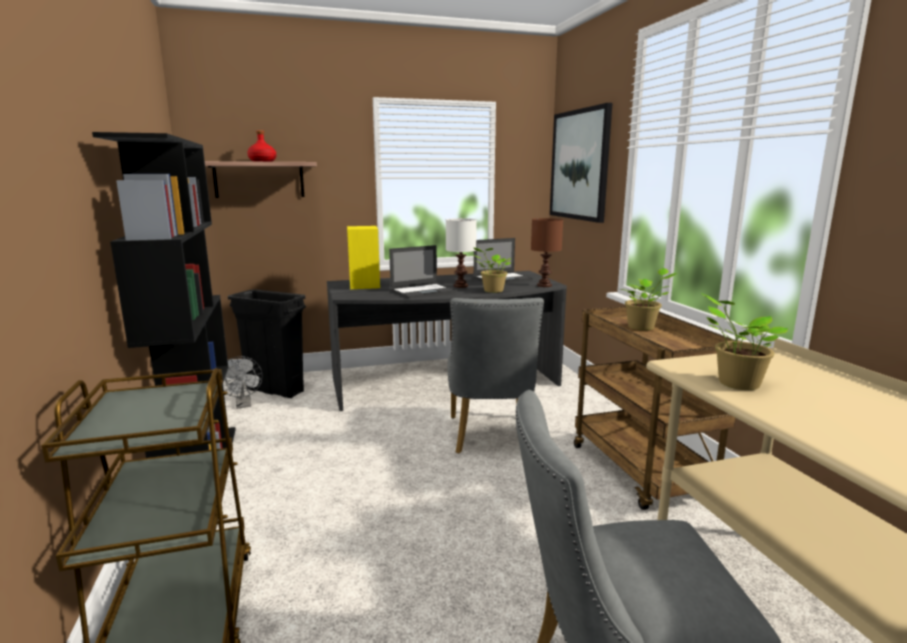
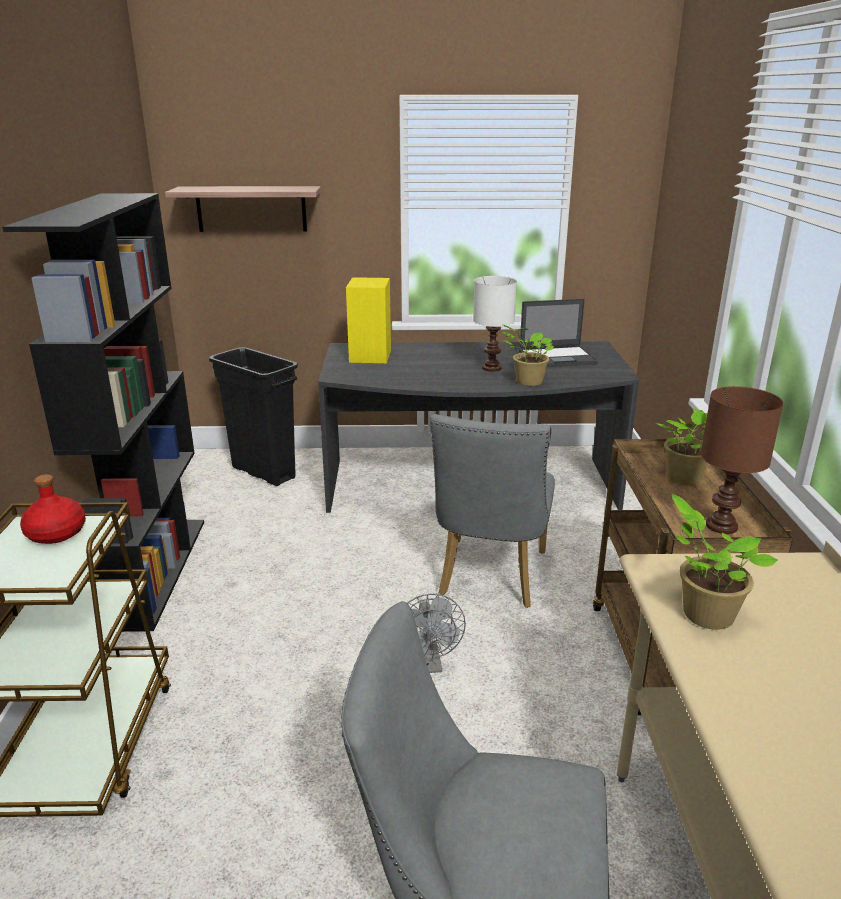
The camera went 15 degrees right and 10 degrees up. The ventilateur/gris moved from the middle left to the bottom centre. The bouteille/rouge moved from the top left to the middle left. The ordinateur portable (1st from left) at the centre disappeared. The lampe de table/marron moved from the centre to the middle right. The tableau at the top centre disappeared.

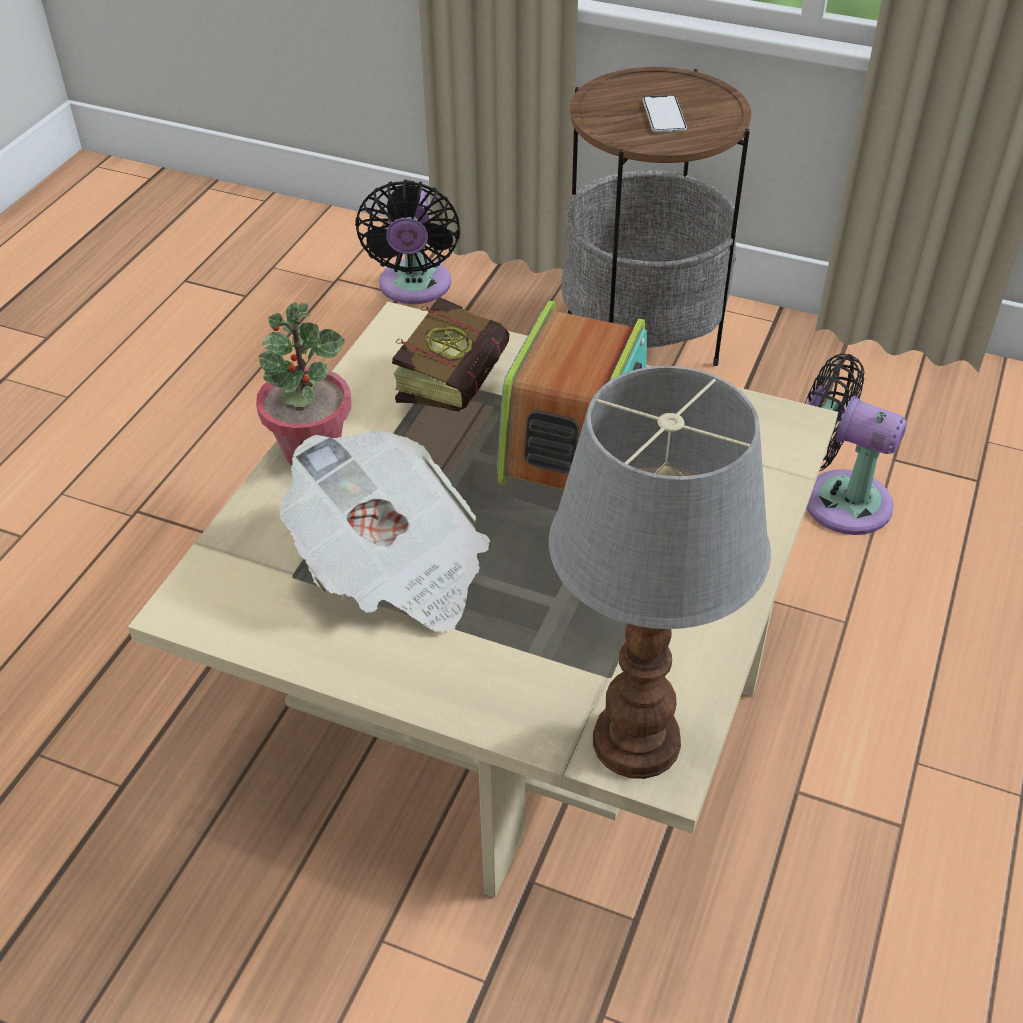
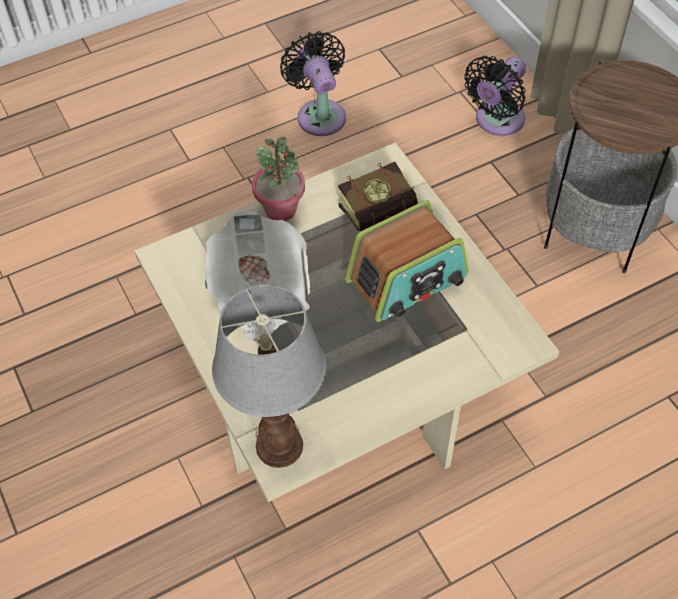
The camera went 40 degrees right and 10 degrees up. The téléphone at the top centre disappeared. The ventilateur/noir (2nd from left in the first image) moved from the middle right to the top centre.

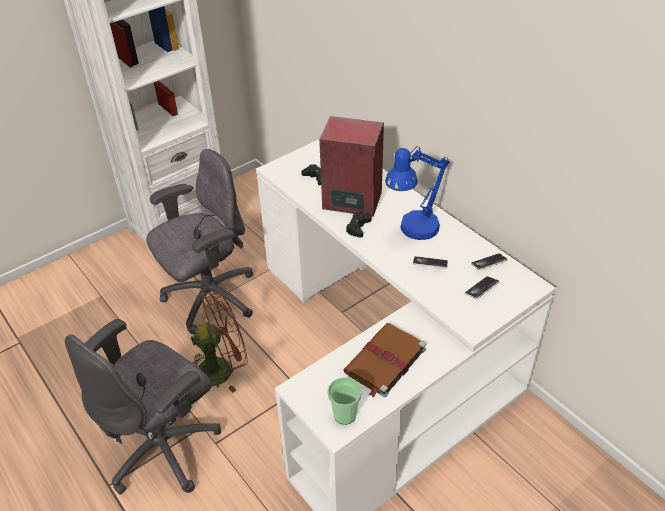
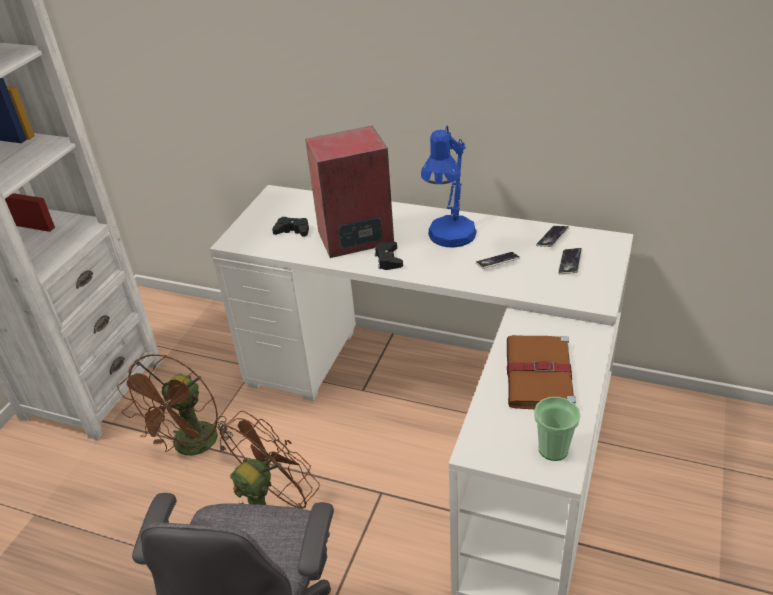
The camera went 30 degrees left and 5 degrees down. The chaise de bureau/gris (2nd from left) at the middle left was replaced by the ventilateur/marron (1st from left) at the bottom left.

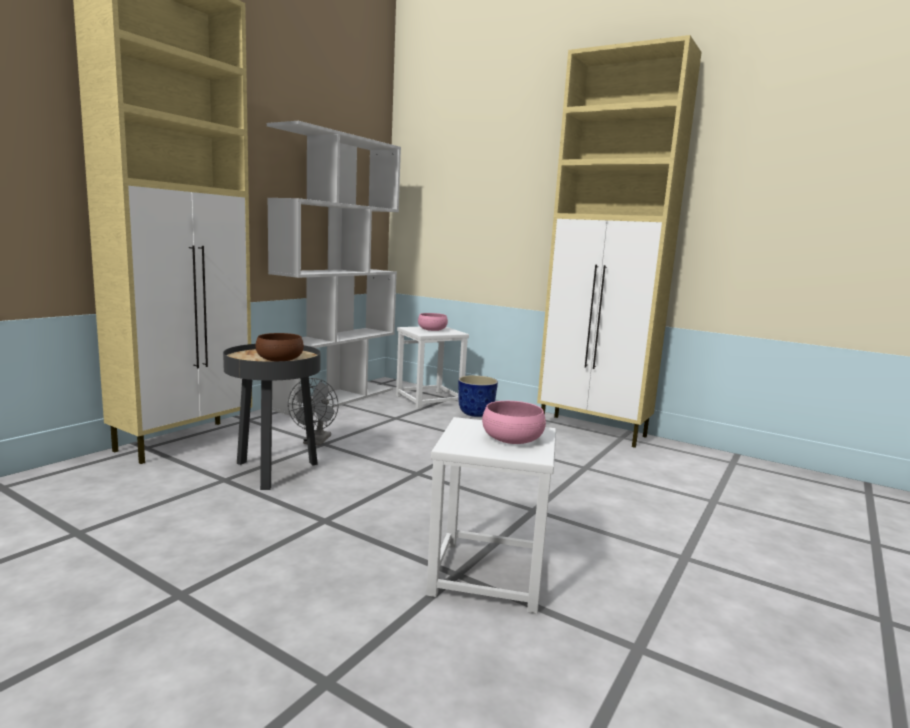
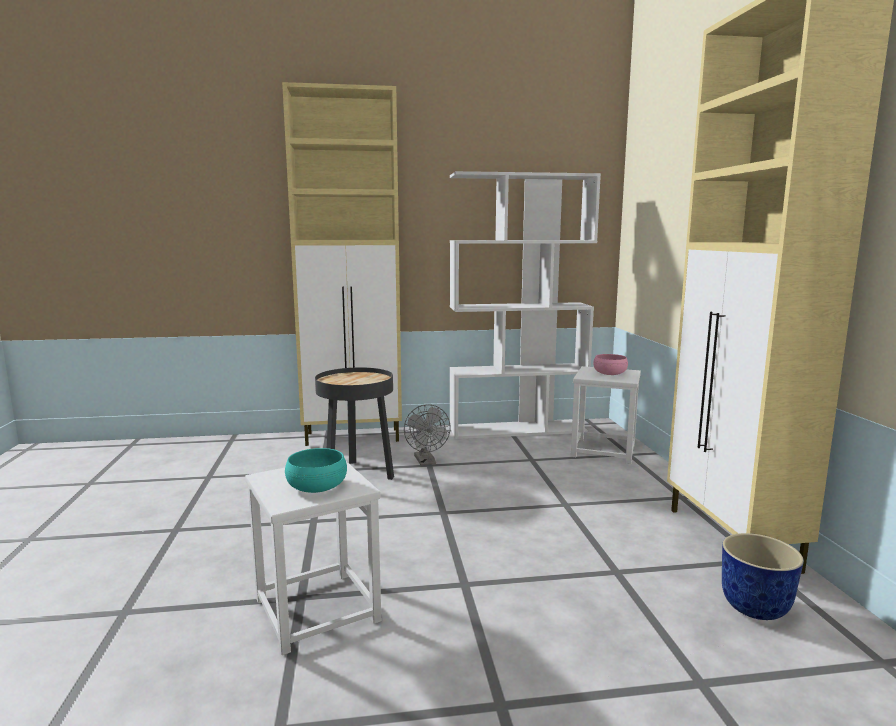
The camera went 50 degrees right and 0 degrees up. The bol/marron at the middle left disappeared. The ventilateur/gris at the centre turned 75 degrees counterclockwise. The cache-pot moved from the centre to the bottom right. The bol/rose (2nd from left) at the centre became the bol/turquoise at the centre.

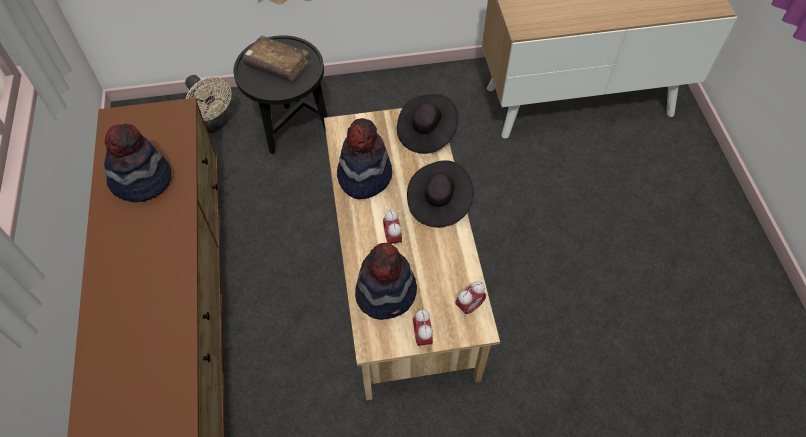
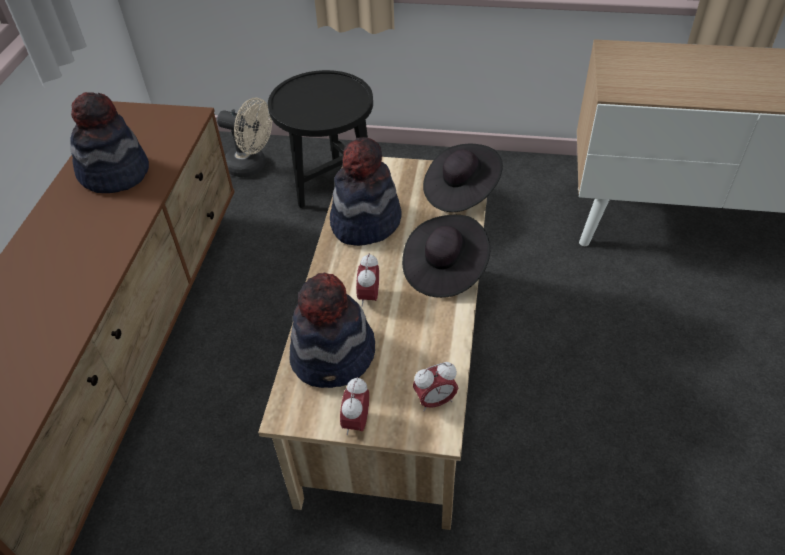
The camera went 20 degrees right and 10 degrees down. The ventilateur/beige at the top left turned 45 degrees counterclockwise. The livre/marron at the top centre disappeared.

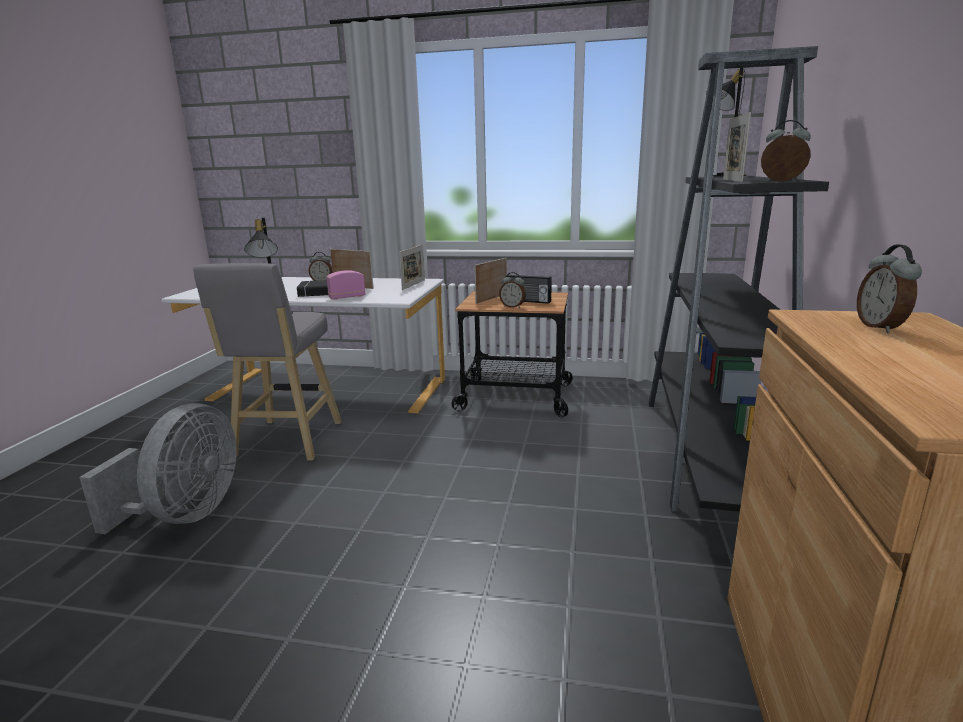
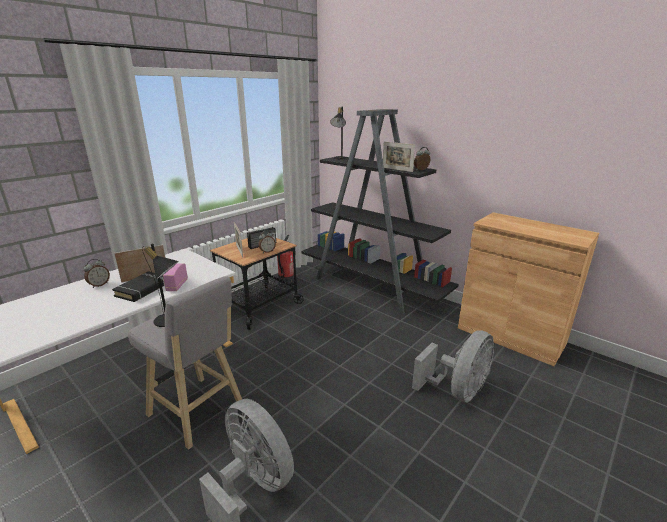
The camera went 60 degrees left and 5 degrees up. The cadre photo (2nd from left) at the centre disappeared. The réveil (4th from left) at the middle right disappeared. The extincteur at the centre appeared. The ventilateur/gris (2nd from left) at the bottom right appeared.

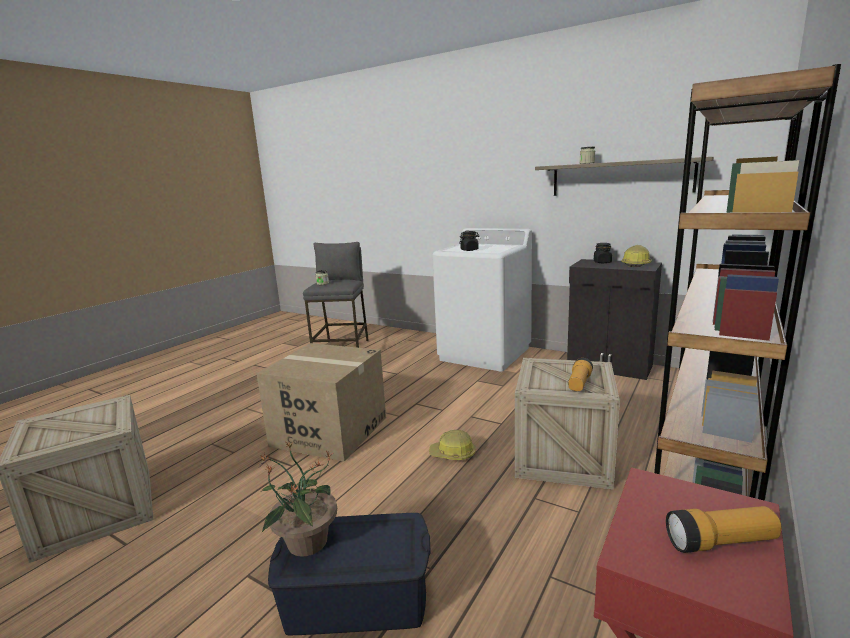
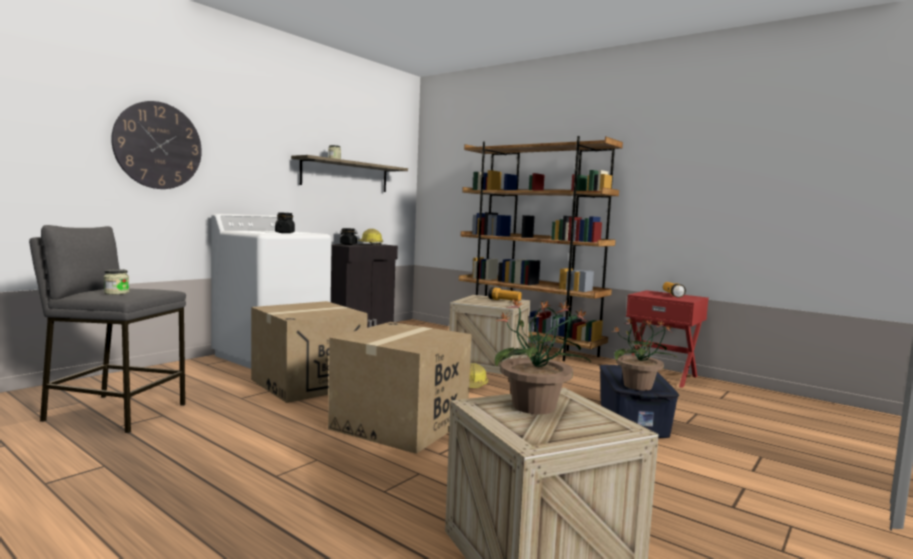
The camera went 85 degrees left and 10 degrees down. The horloge murale at the top left appeared. The carton (1st from left) at the centre appeared. The plante en pot (1st from left) at the centre appeared.

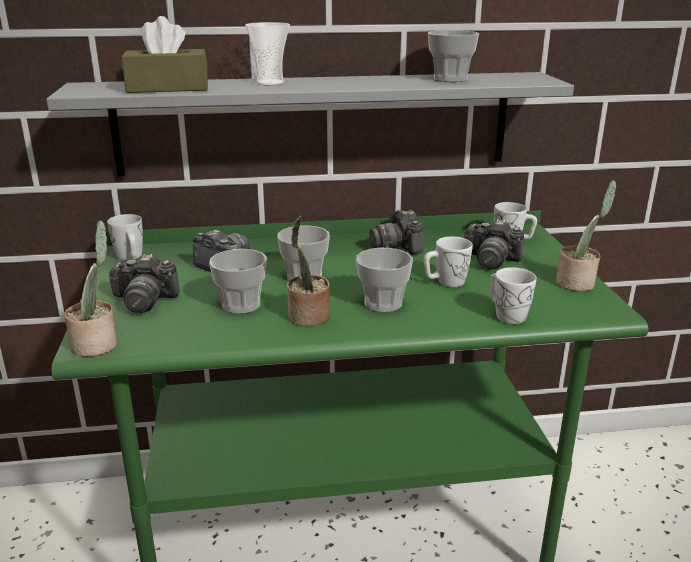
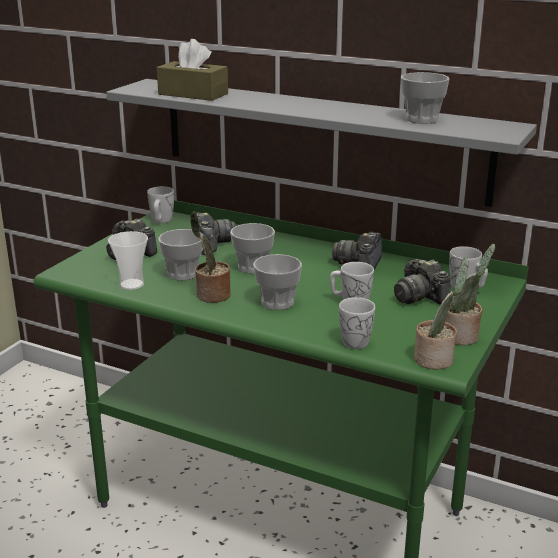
The camera went 35 degrees right and 0 degrees up. The plante en pot (1st from left in the first image) moved from the middle left to the middle right. The tasse (2nd from left in the first image) moved from the top centre to the middle left.

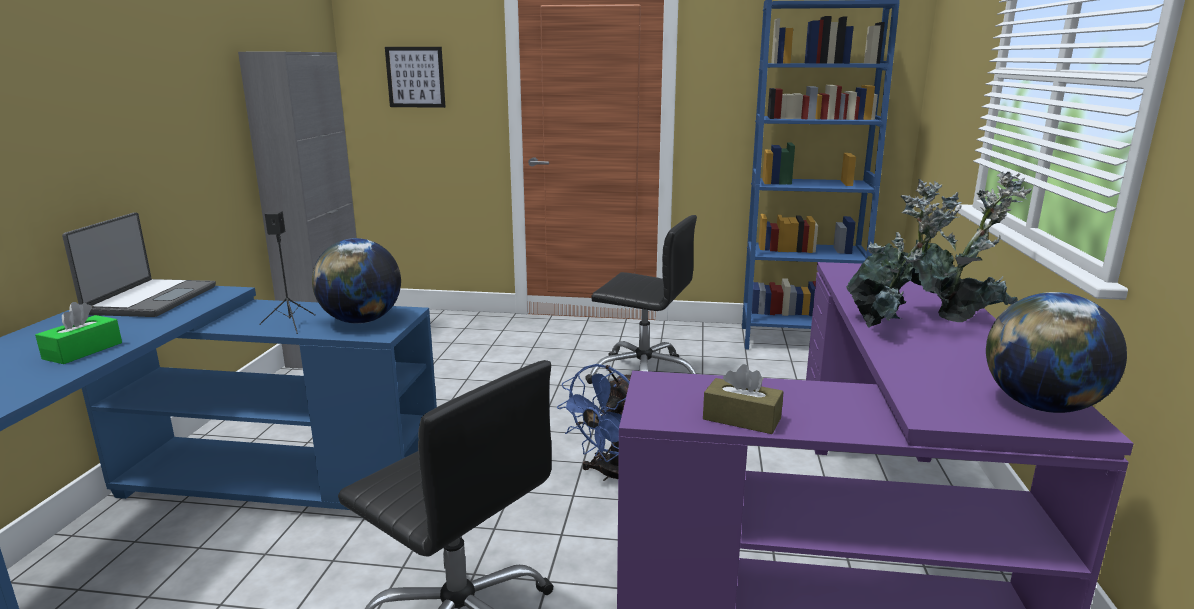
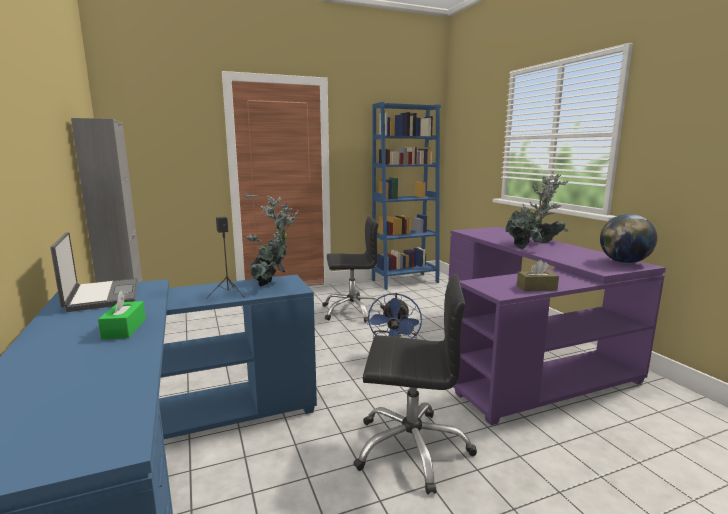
The camera went 30 degrees left and 5 degrees down. The globe (1st from left) at the middle left was replaced by the plante en pot (1st from left) at the centre. The tableau at the top centre disappeared.

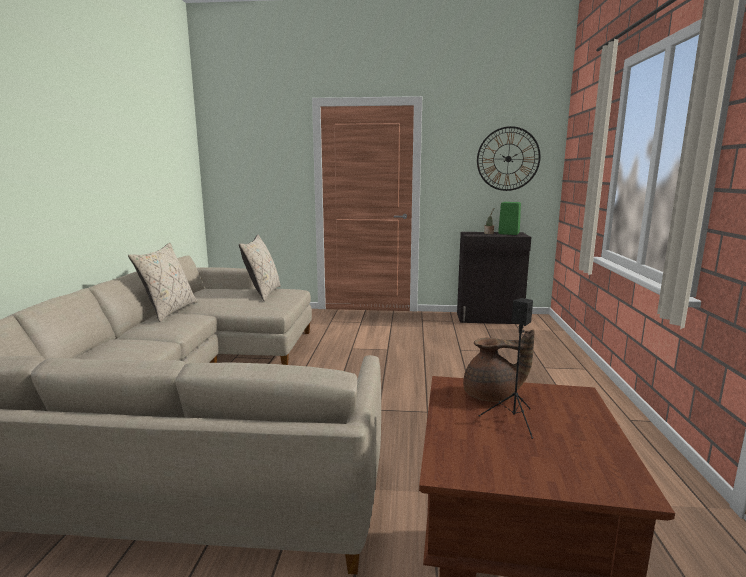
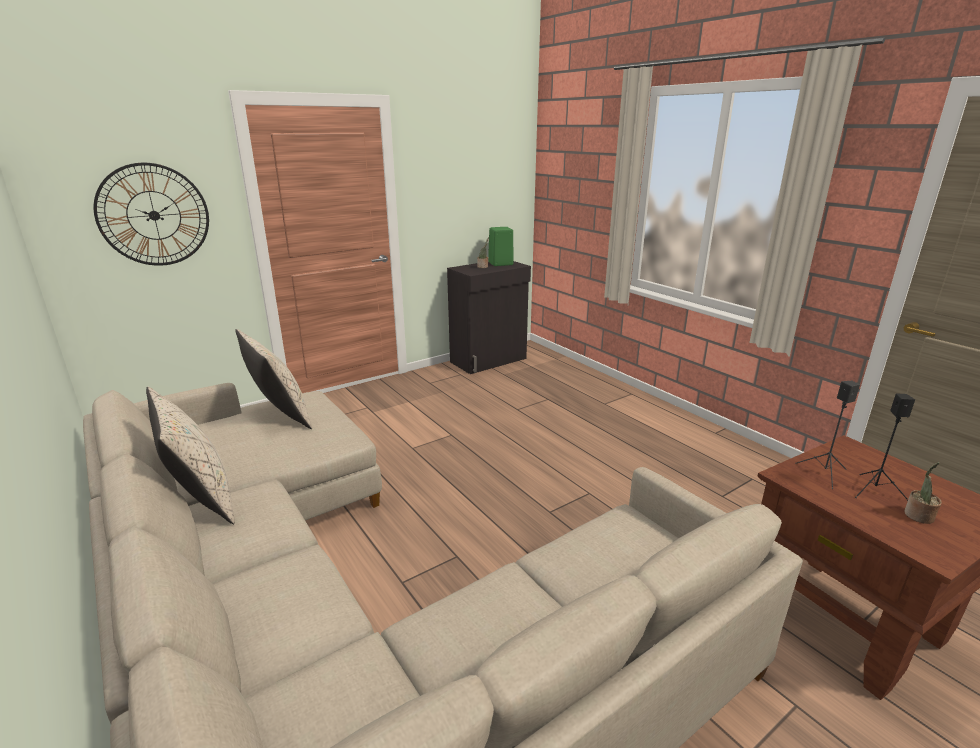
The camera went 40 degrees left and 10 degrees up. The théière/marron at the middle right was replaced by the enceinte/noir (1st from left) at the middle right. The horloge murale moved from the top right to the top left. The plante en pot (2nd from left) at the middle right appeared.

